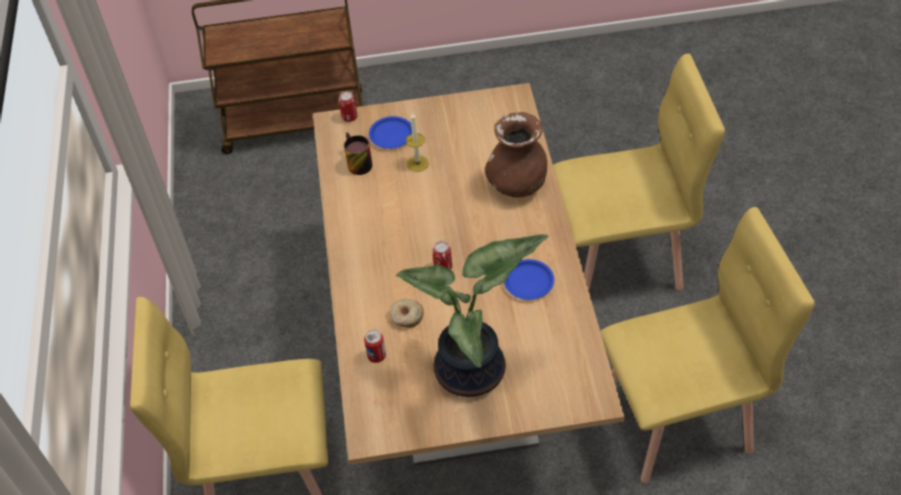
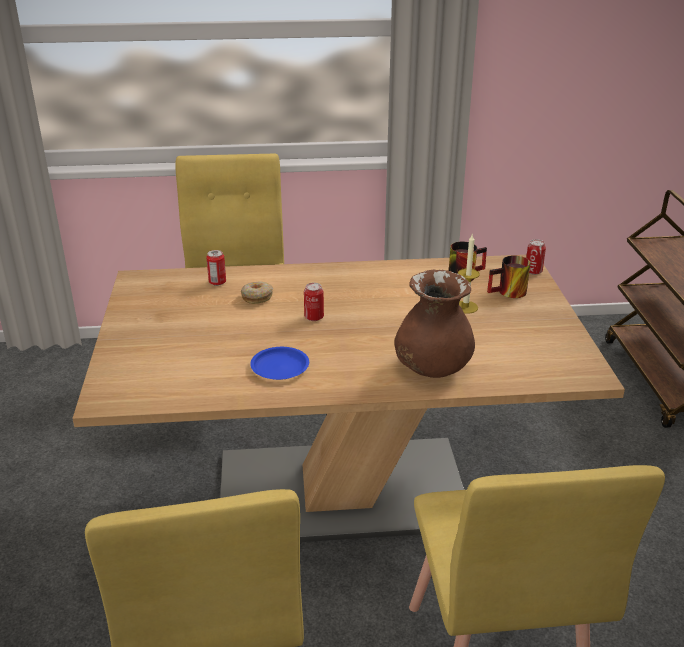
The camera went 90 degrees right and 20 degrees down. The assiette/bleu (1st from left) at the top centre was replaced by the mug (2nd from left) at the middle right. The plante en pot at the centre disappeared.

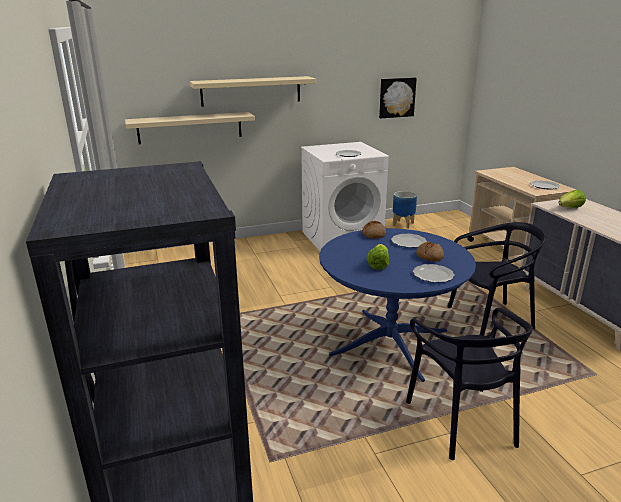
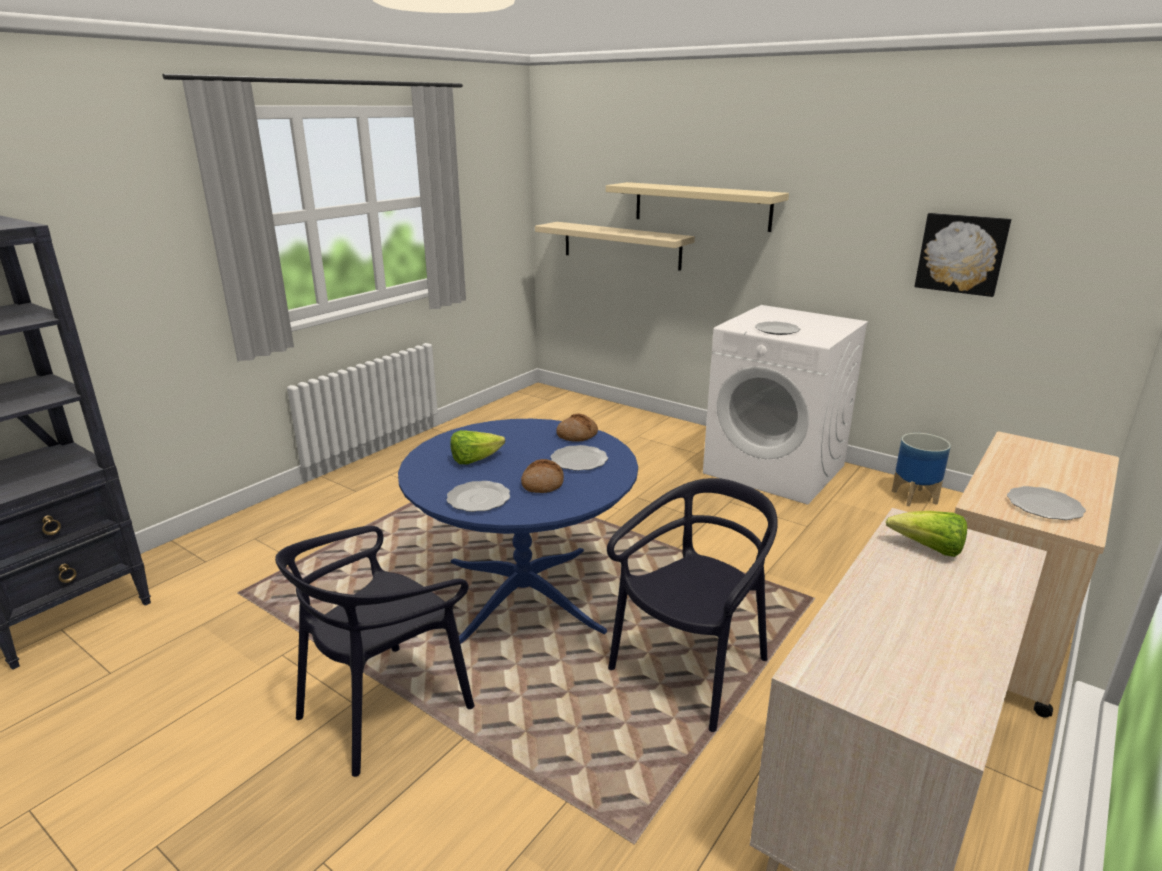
The camera went 55 degrees right and 0 degrees up. The chaise/noir (2nd from left) at the middle right turned 90 degrees counterclockwise.

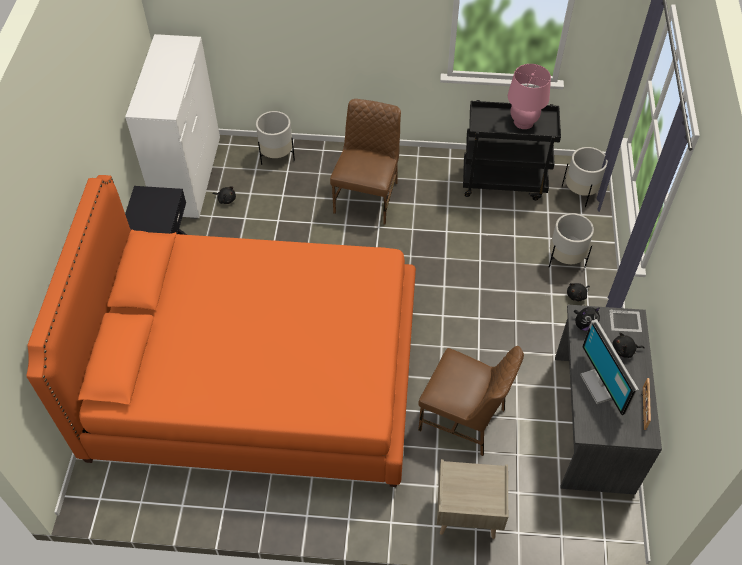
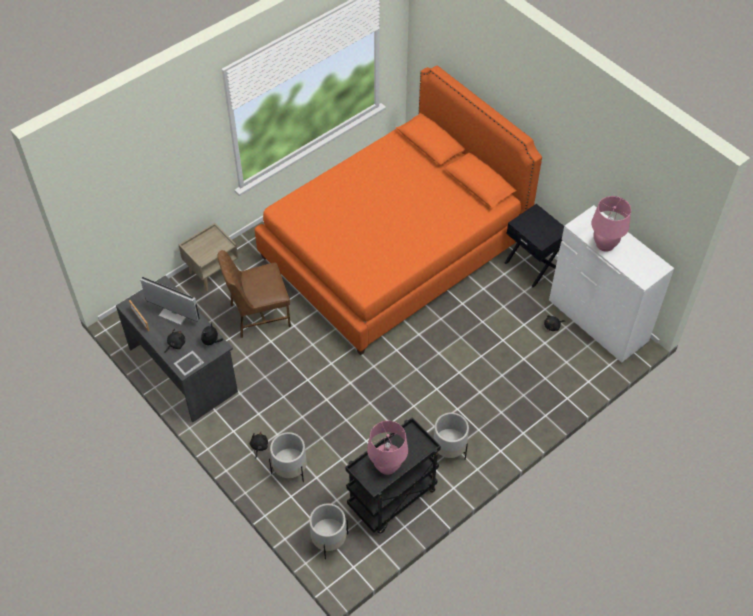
The camera went 135 degrees right and 0 degrees up. The cache-pot/blanc (1st from left in the first image) moved from the top centre to the bottom centre. The chaise/marron (1st from left) at the top centre disappeared. The lampe de table/rose (2nd from left) at the middle right appeared.

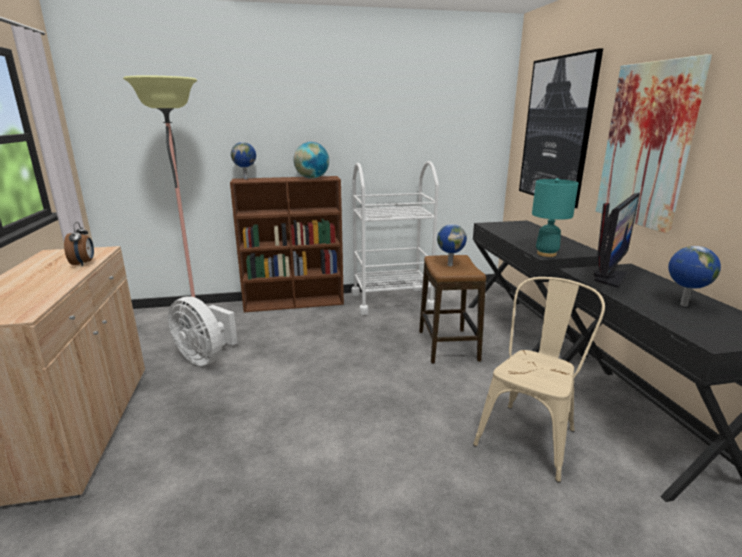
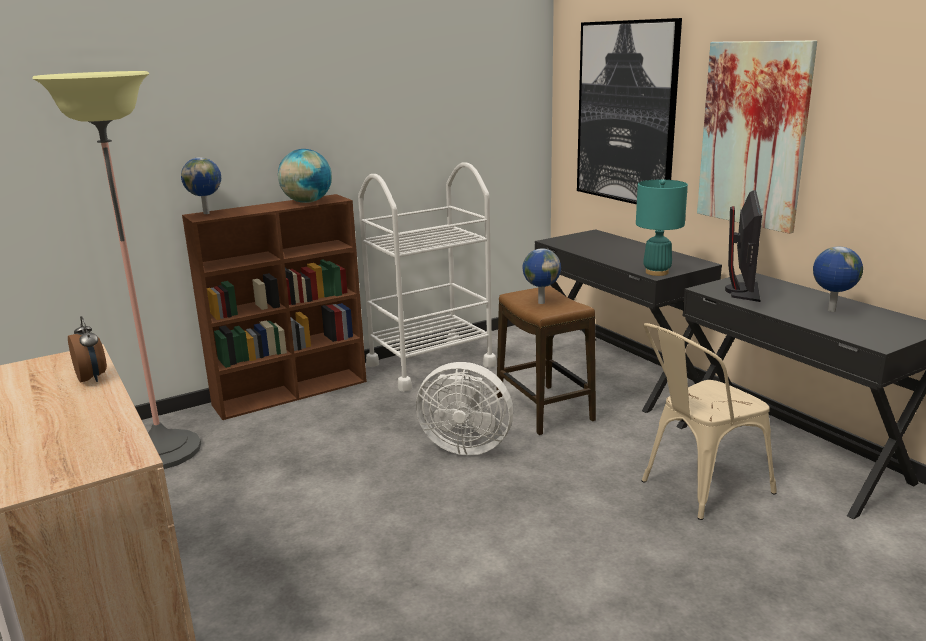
The camera went 20 degrees left and 0 degrees up. The ventilateur/blanc moved from the middle left to the centre. The chaise/beige at the bottom right turned 135 degrees counterclockwise.

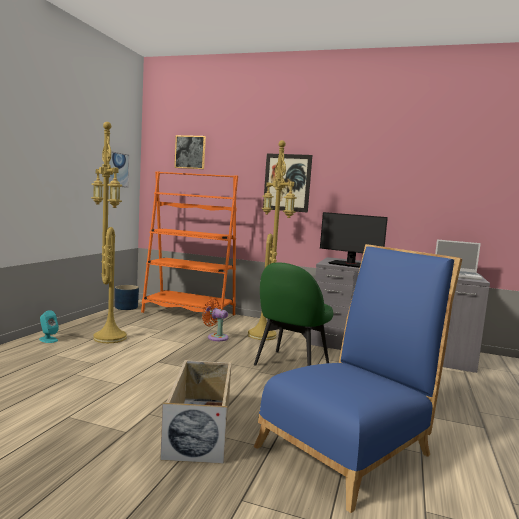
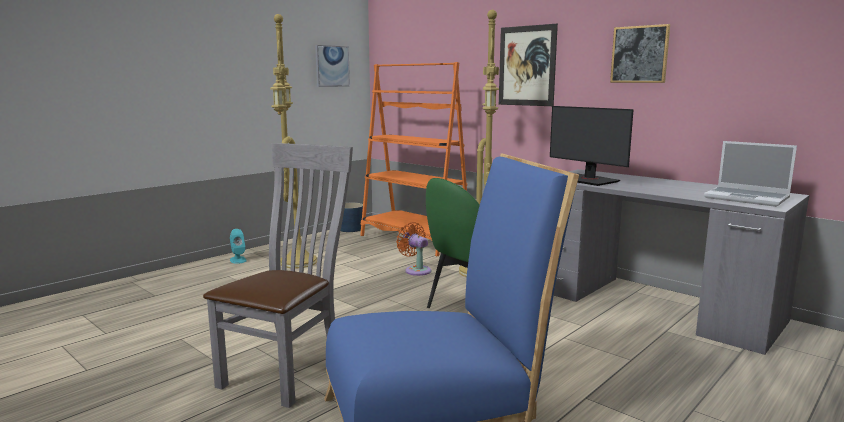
The camera went 25 degrees right and 5 degrees up. The boîte de rangement/beige at the bottom centre was replaced by the chaise/gris at the middle left. The tableau (2nd from left in the first image) moved from the top centre to the top right.

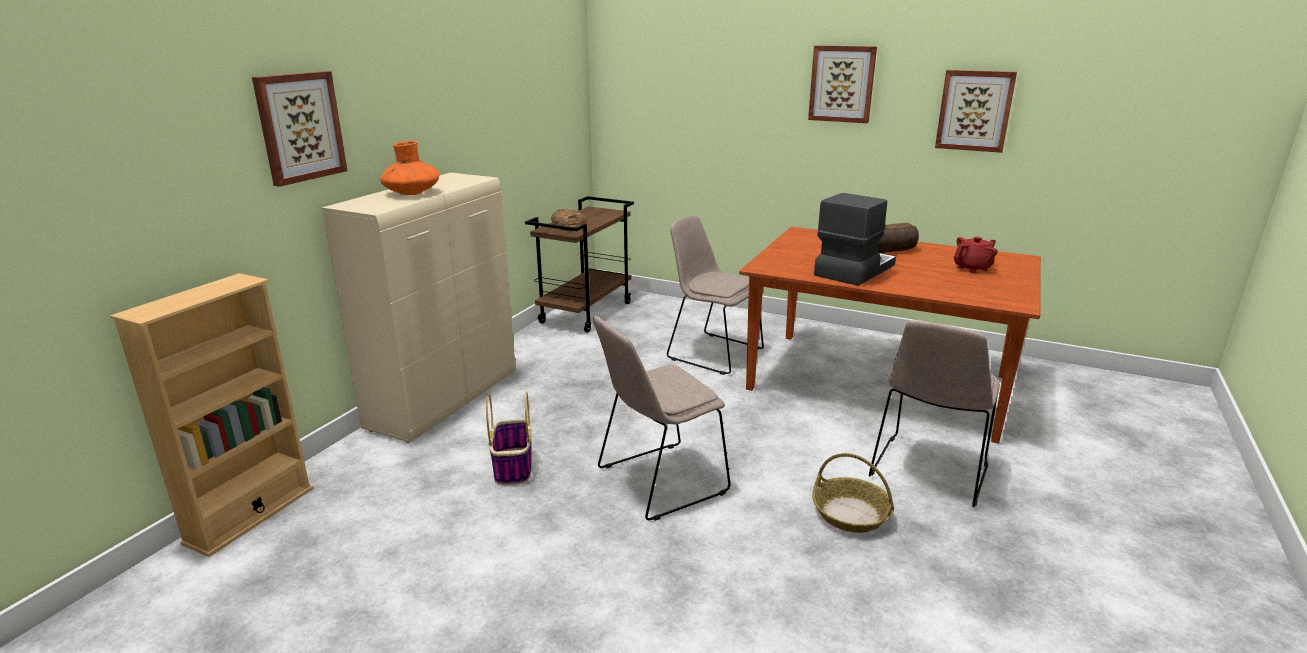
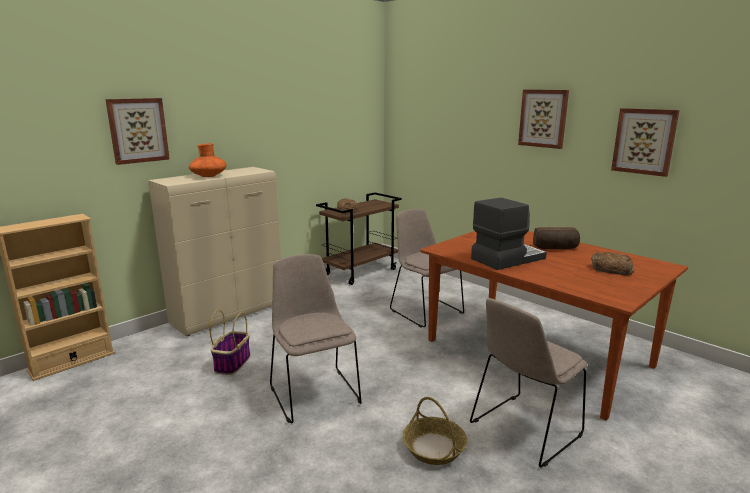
The camera went 20 degrees right and 5 degrees down. The chaise/beige (1st from left) at the centre turned 75 degrees clockwise. The théière/rouge at the middle right was replaced by the pain (3rd from left) at the middle right.

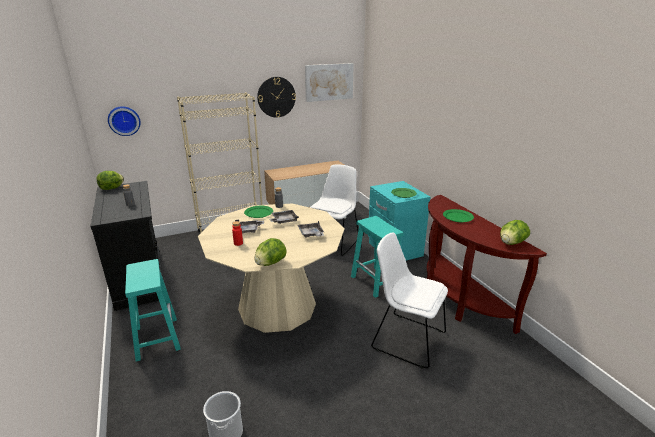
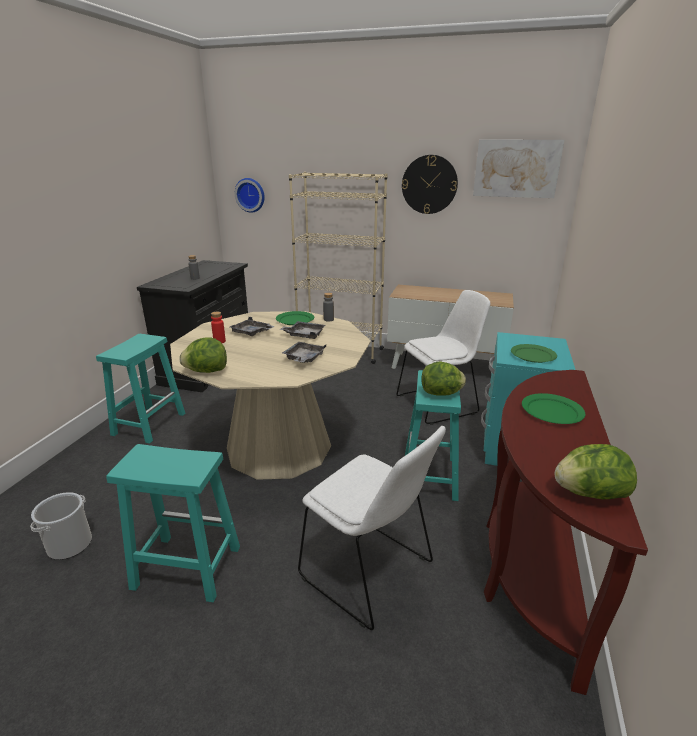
The camera went 40 degrees right and 0 degrees up. The laitue (1st from left in the first image) moved from the middle left to the centre. The chaise/blanc (2nd from left in the first image) at the bottom centre turned 150 degrees clockwise. The tabouret/turquoise (2nd from left) at the bottom left appeared.

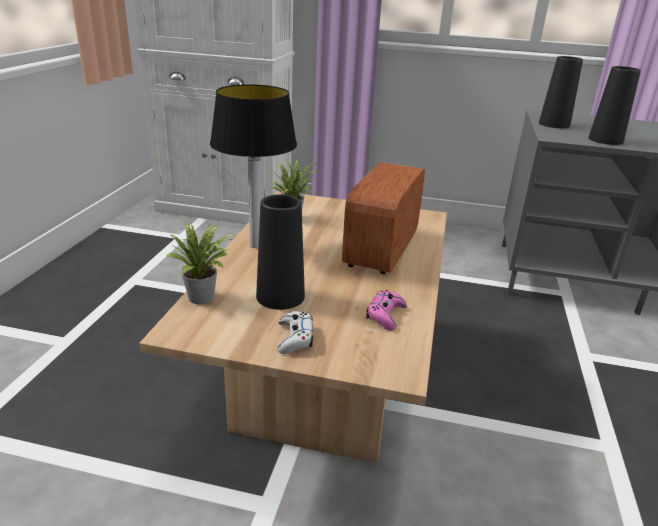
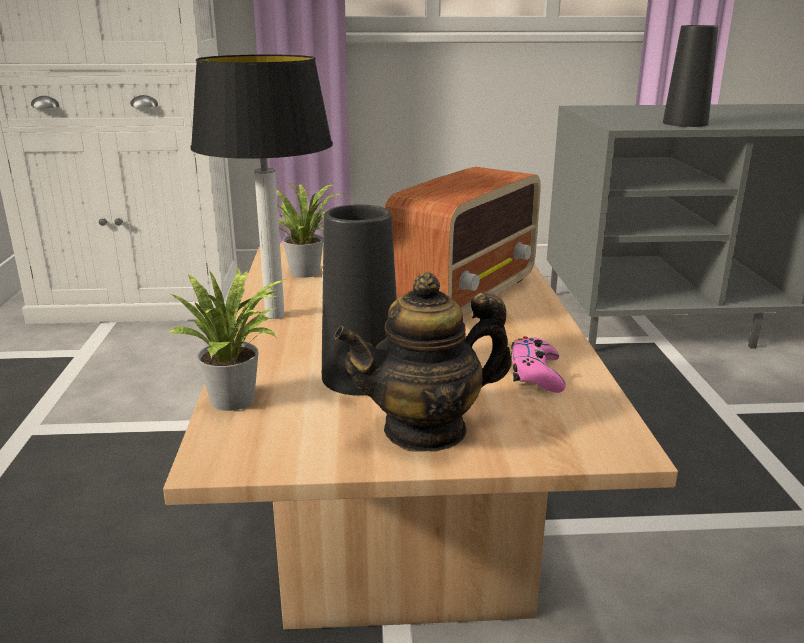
The camera went 15 degrees left and 5 degrees down. The manette/blanc at the centre was replaced by the théière at the centre. The radio at the centre turned 150 degrees counterclockwise. The vase/noir (2nd from left) at the top right disappeared.

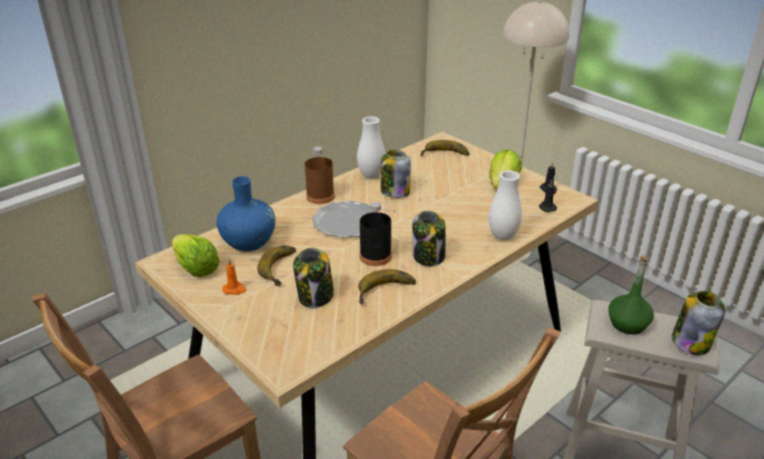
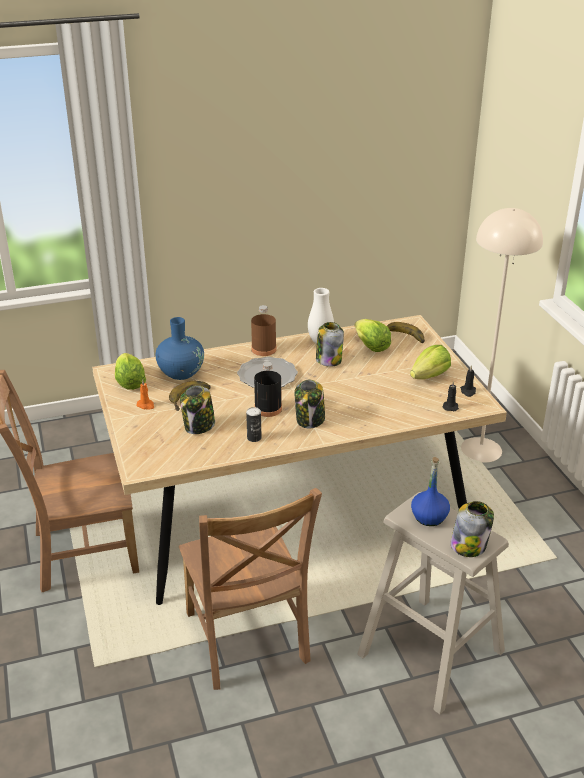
The camera went 25 degrees right and 0 degrees up. The banane (2nd from left) at the centre was replaced by the boîte métallique at the centre. The vase/blanc (2nd from left) at the centre disappeared. The bouteille/vert at the middle right became the bouteille/bleu at the middle right. The laitue (2nd from left) at the centre appeared.

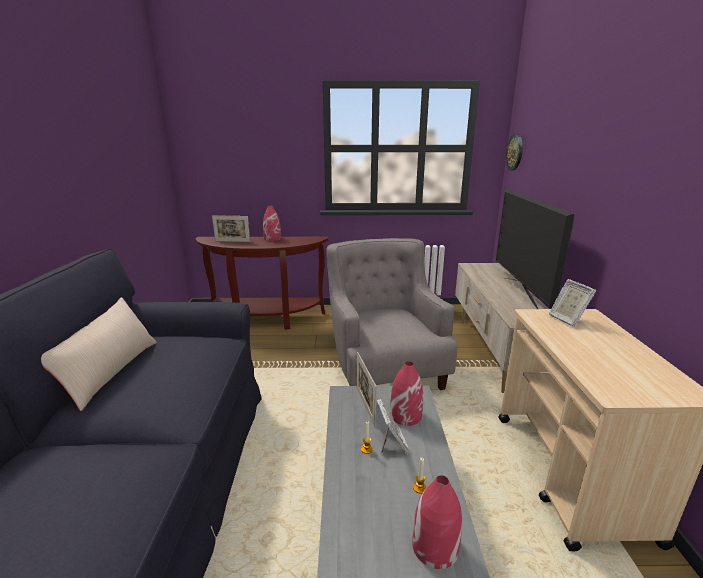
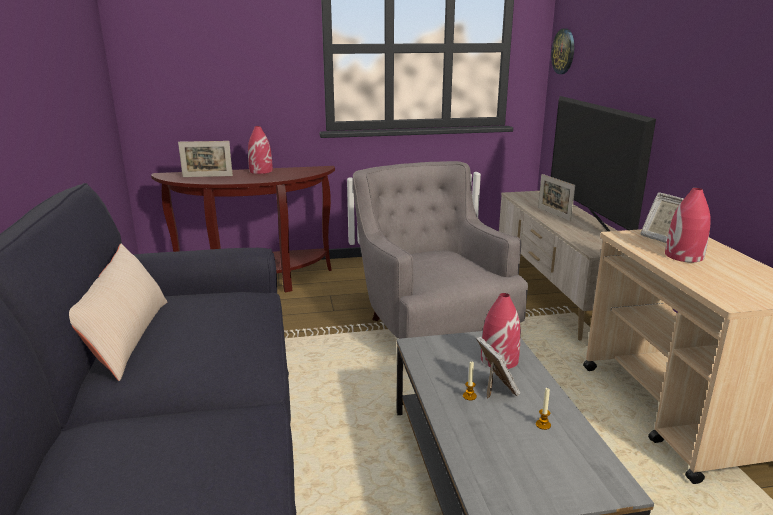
The camera went 10 degrees left and 0 degrees up. The cadre photo (2nd from left in the first image) moved from the bottom centre to the middle right. The vase/rouge (3rd from left) moved from the bottom centre to the middle right.

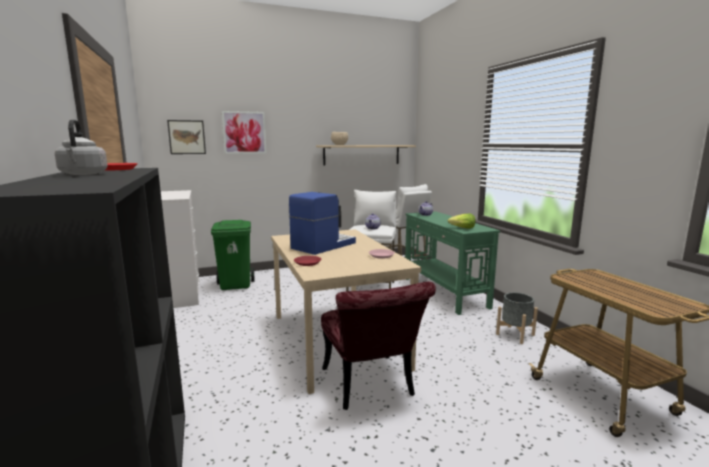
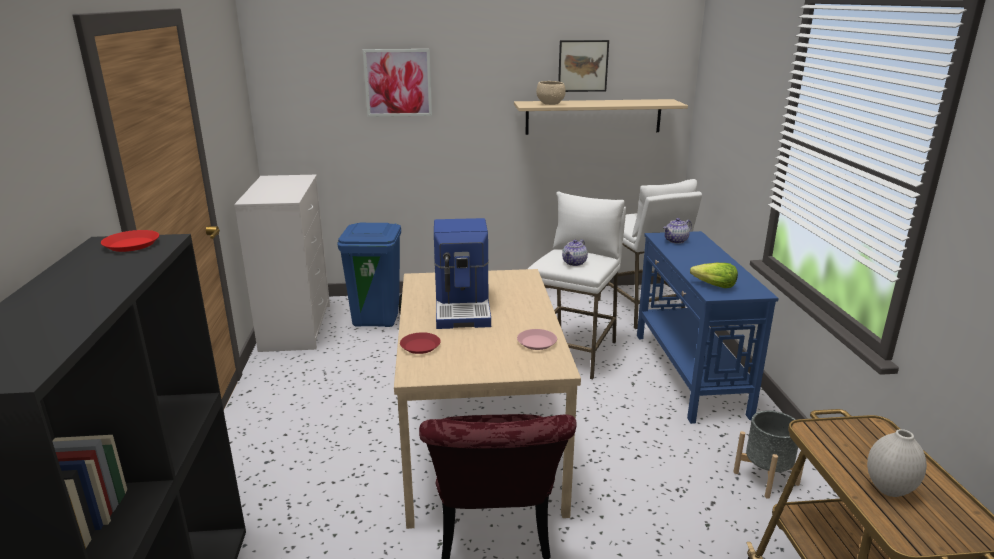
The camera went 15 degrees right and 10 degrees up. The bouilloire/gris at the top left disappeared. The tableau (1st from left in the first image) moved from the top left to the top centre. The poubelle/vert at the middle left became the poubelle/bleu at the centre. The machine à café at the centre turned 120 degrees clockwise. The table console/vert at the centre became the table console/bleu at the middle right. The vase/blanc at the bottom right appeared.

